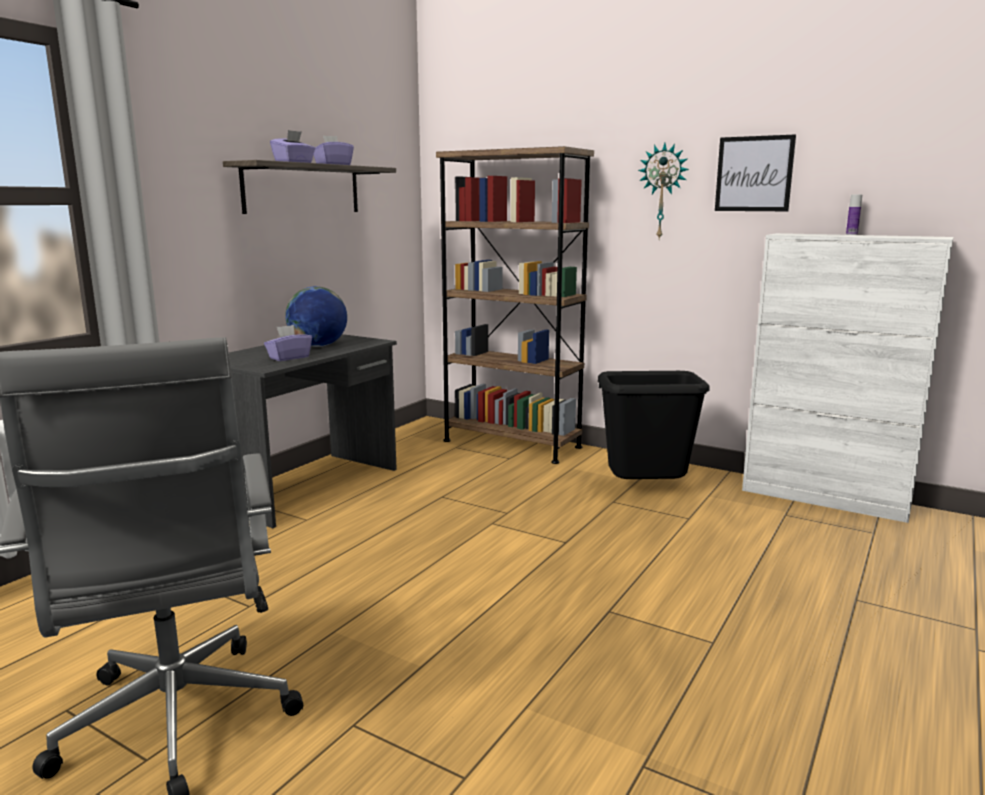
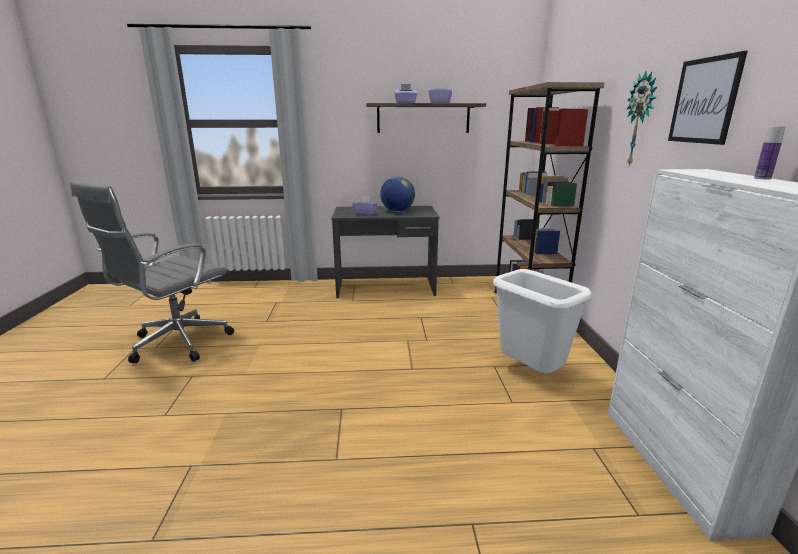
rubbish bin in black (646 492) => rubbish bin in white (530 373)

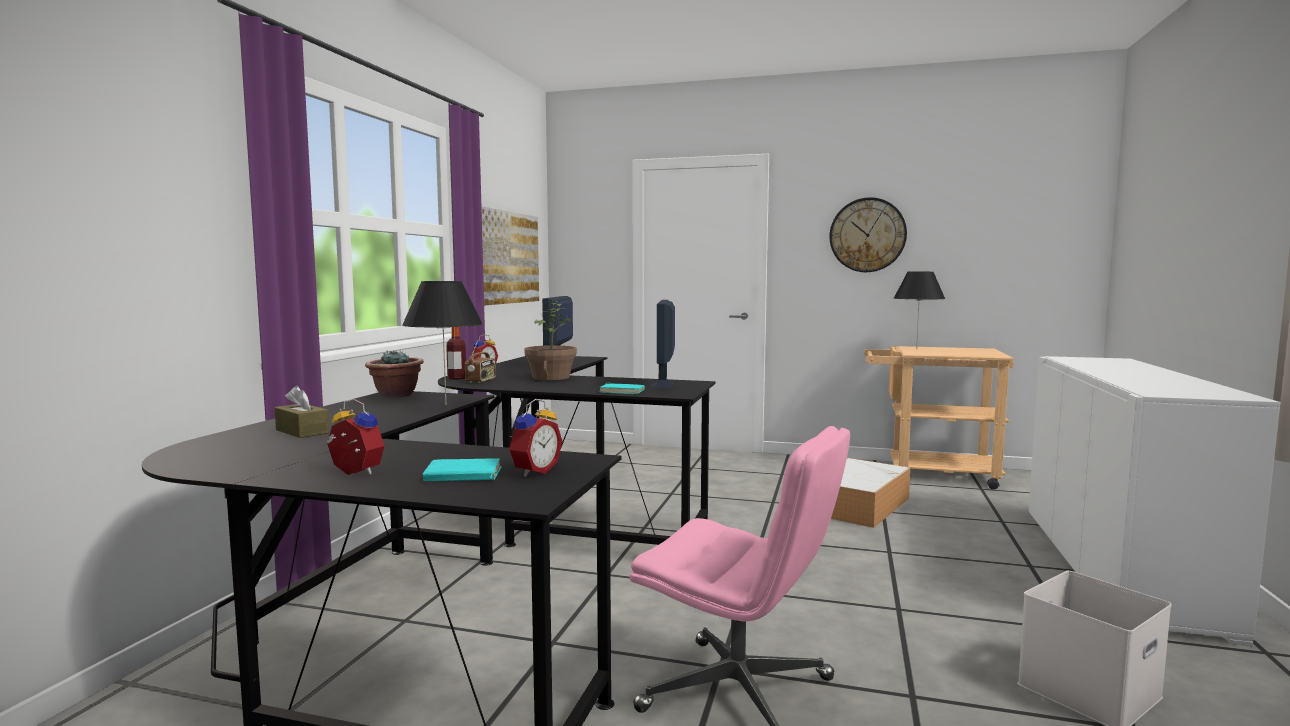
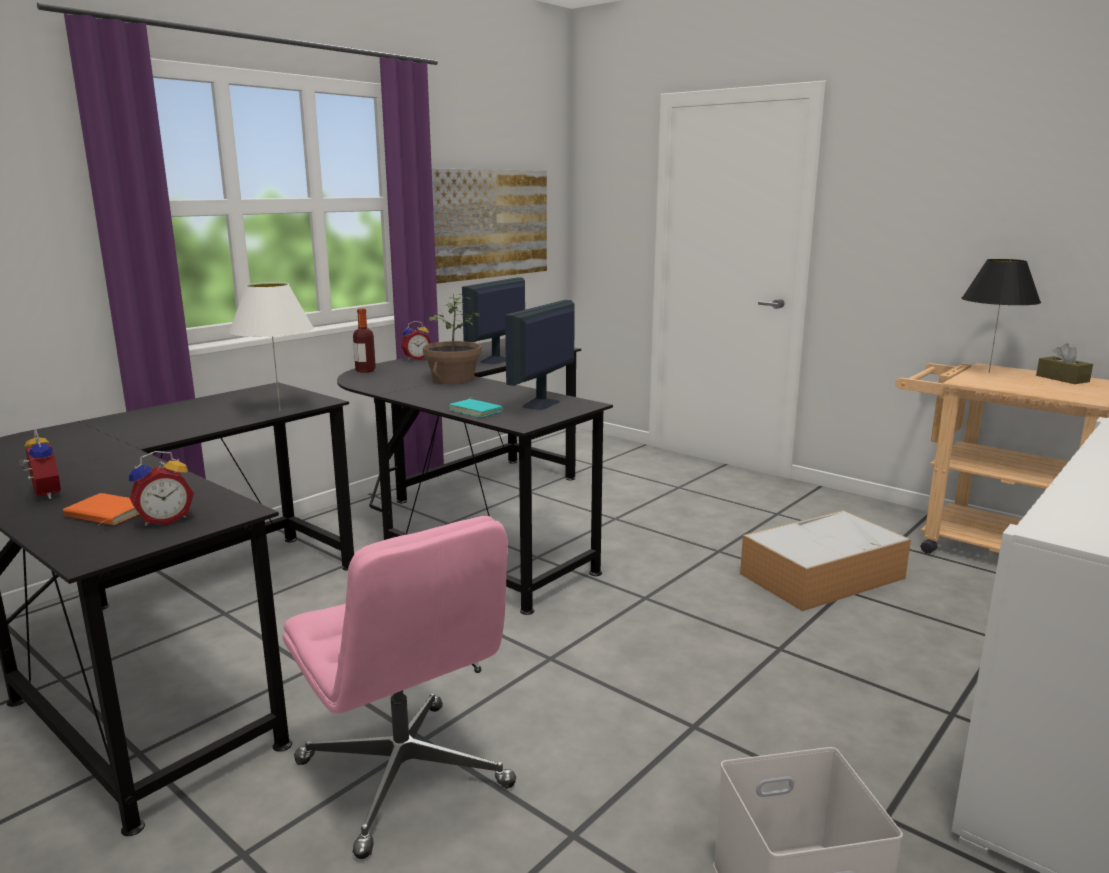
volume in turquoise-coloured (462 476) => volume in orange (105 514)
lamp for a table in black (446 404) => lamp for a table in white (280 411)
tissue box in brown-coloured (302 431) => tissue box in brown-coloured (1062 378), moved
potted plant (396 395) => nothing
radio (481 381) => nothing
clock on the wall (867 235) => nothing

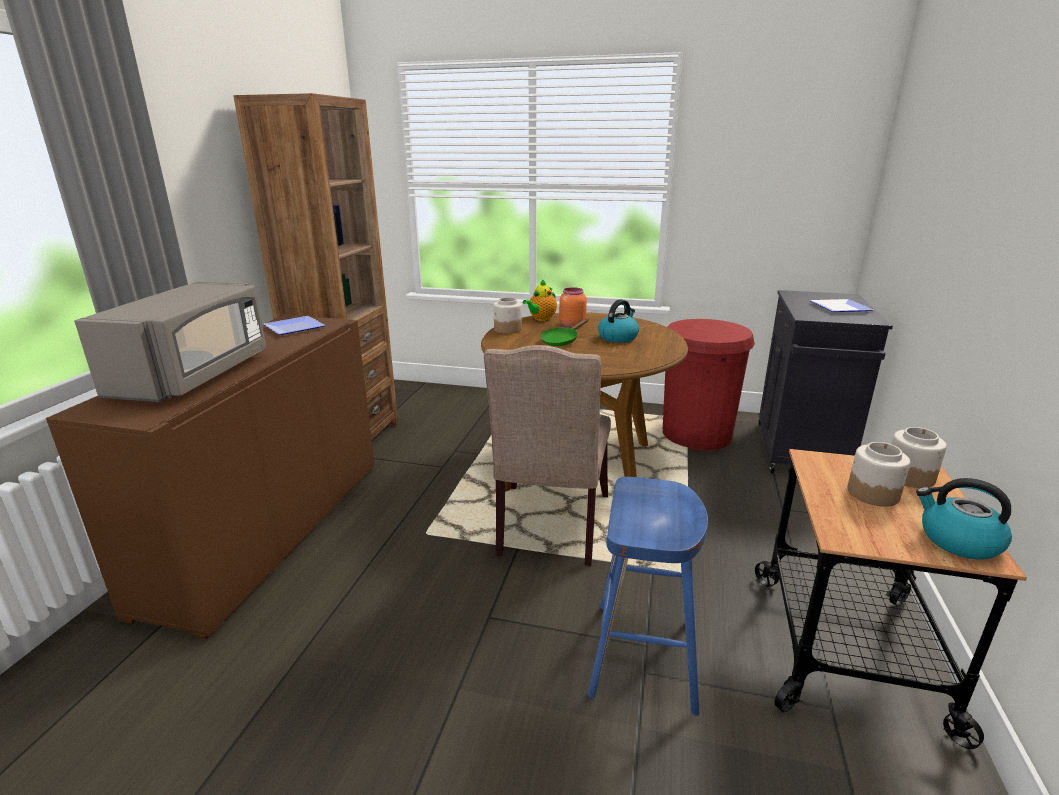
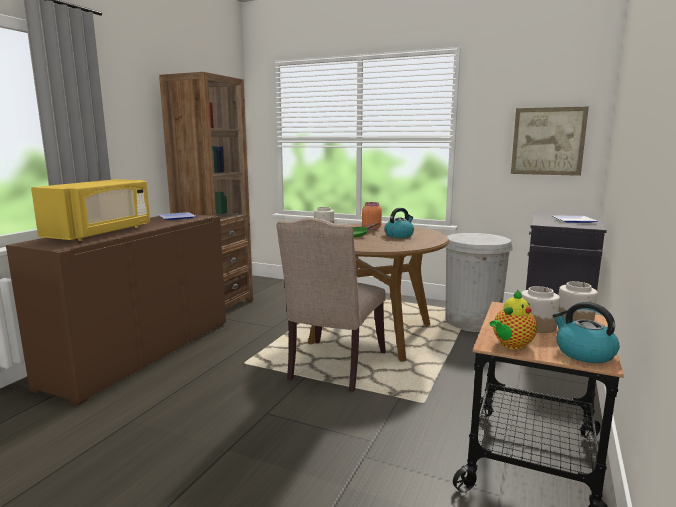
kitchen microwave in greyish (195 375) => kitchen microwave in yellowish (101 233)
rubbish bin in reddish (696 434) => rubbish bin in white (472 321)
teapot (541 319) => teapot (511 345), moved
nothing => picture (548 141)
stool in bluish (644 654) => nothing

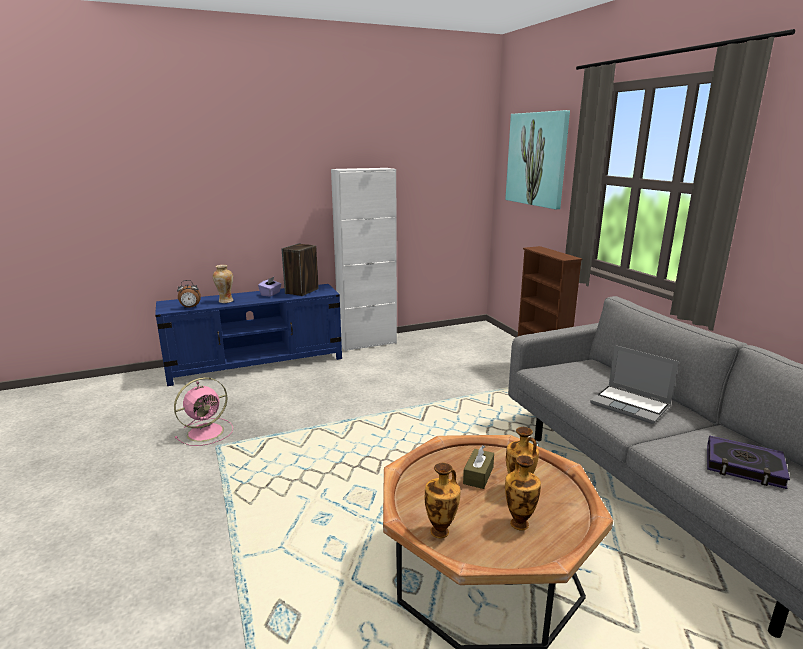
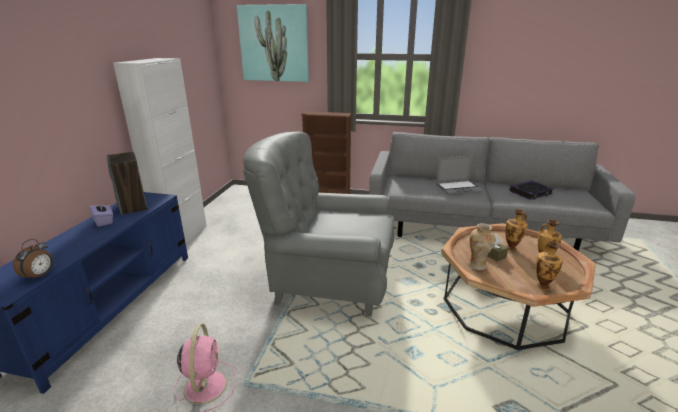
nothing => easy chair in greyish (325 282)
vase (225 301) => vase (477 266), moved

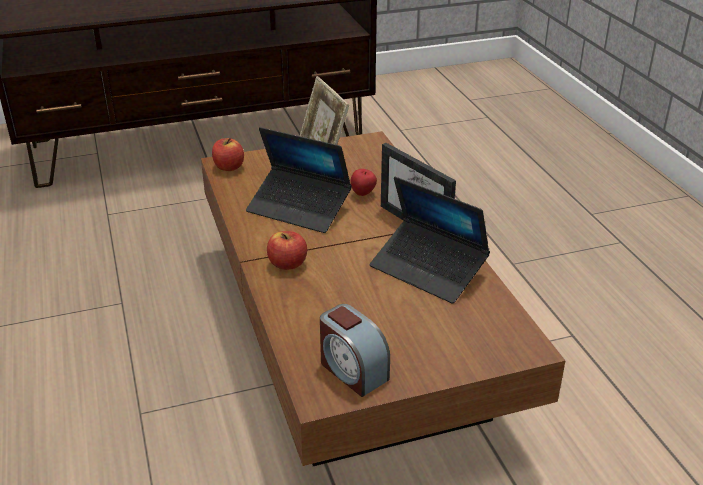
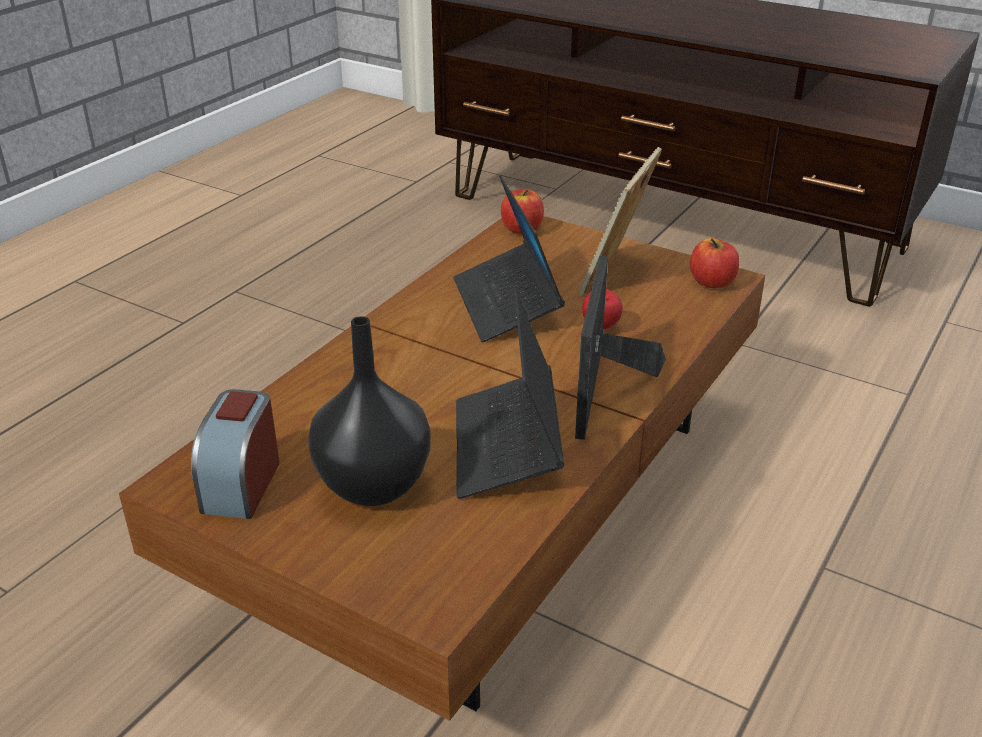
nothing => vase in black (371 486)
whole apple (287 264) => whole apple (712 282), moved

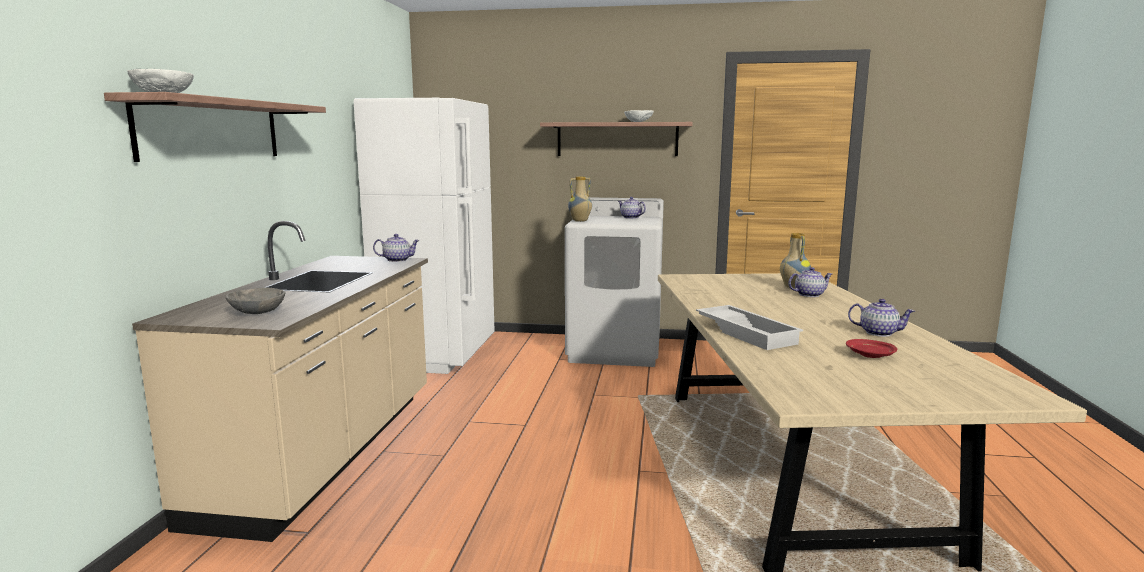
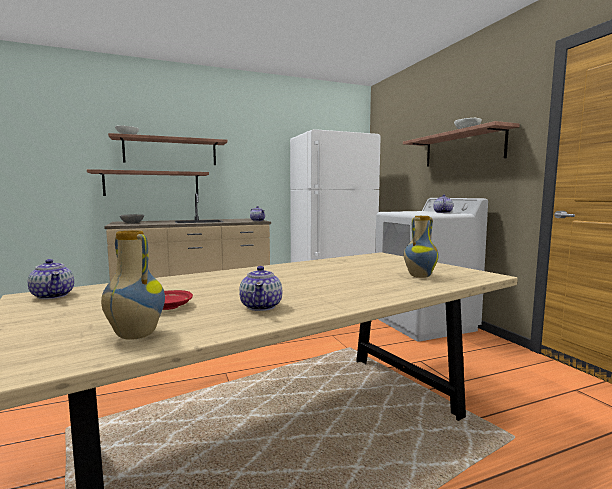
teapot (809 295) => teapot (53 295), moved
nothing => wall shelf (152 184)
vase (580 221) => vase (134 335), moved
carrying tray in white (747 333) => nothing

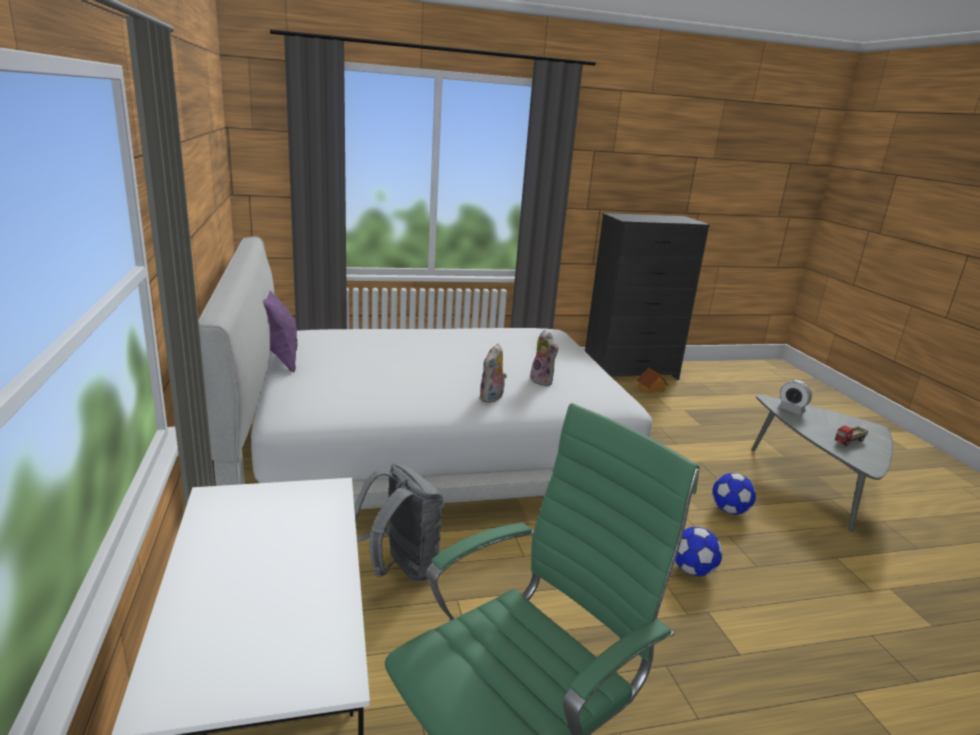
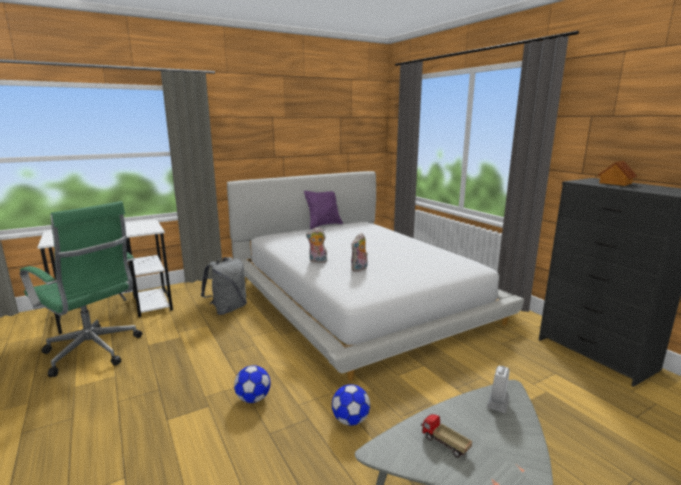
toy house (651 388) => toy house (615 183), moved

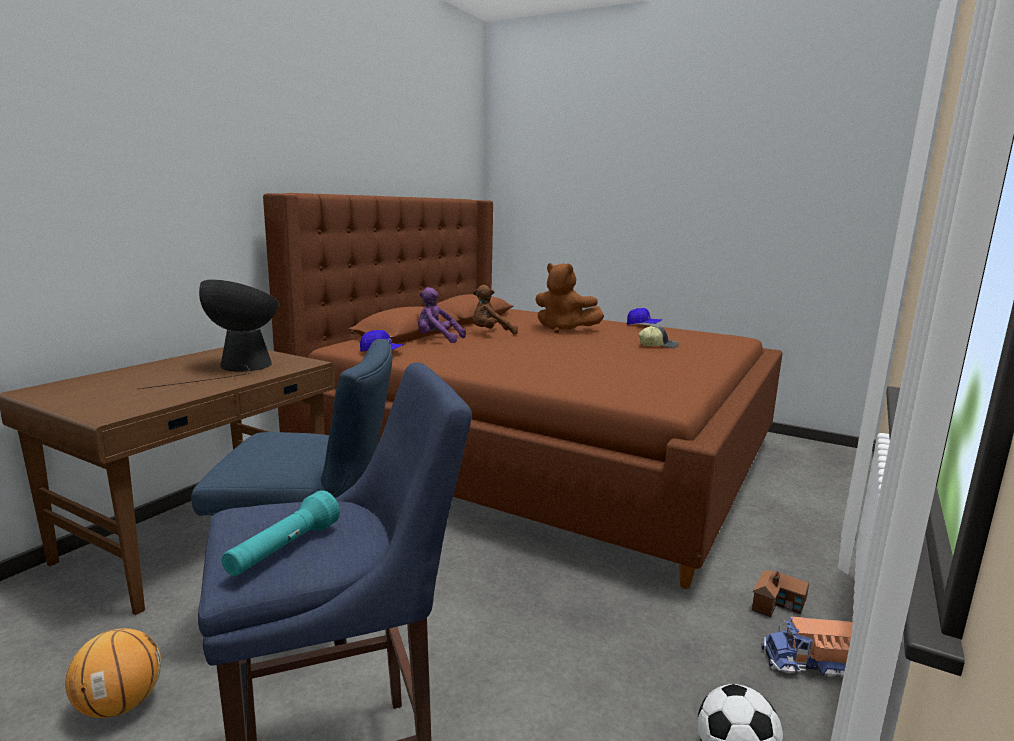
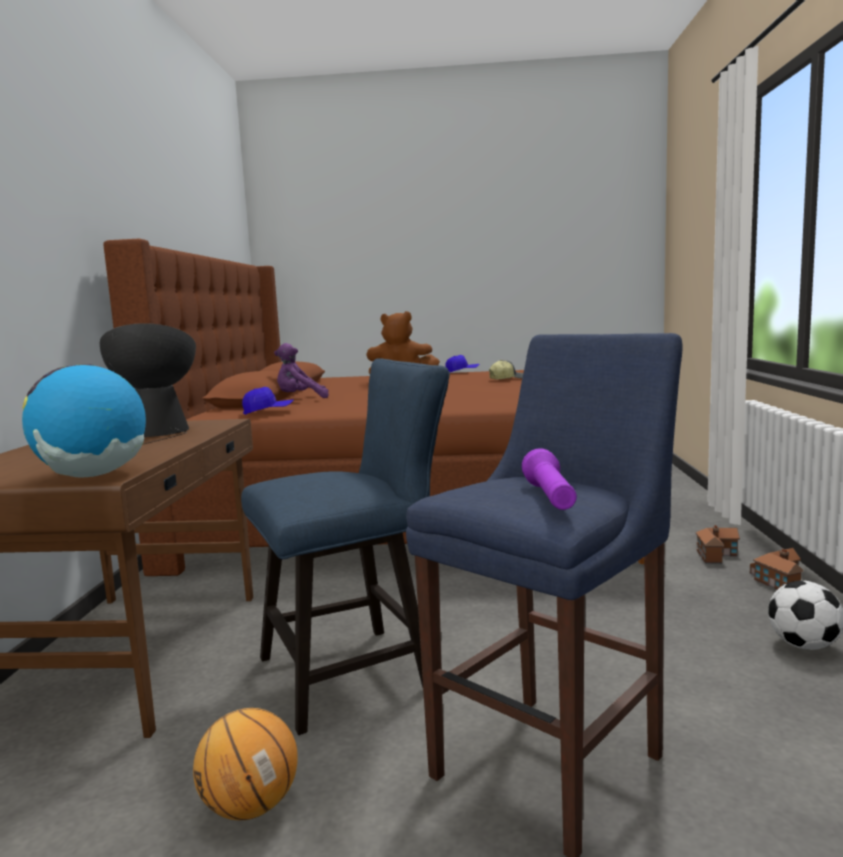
nothing => globe (93 475)
hand torch in turquoise-coloured (284 550) => hand torch in purple (550 498)
toy lorry (810 664) => toy house (778 580)
soft toy in brown-coloured (491 333) => nothing

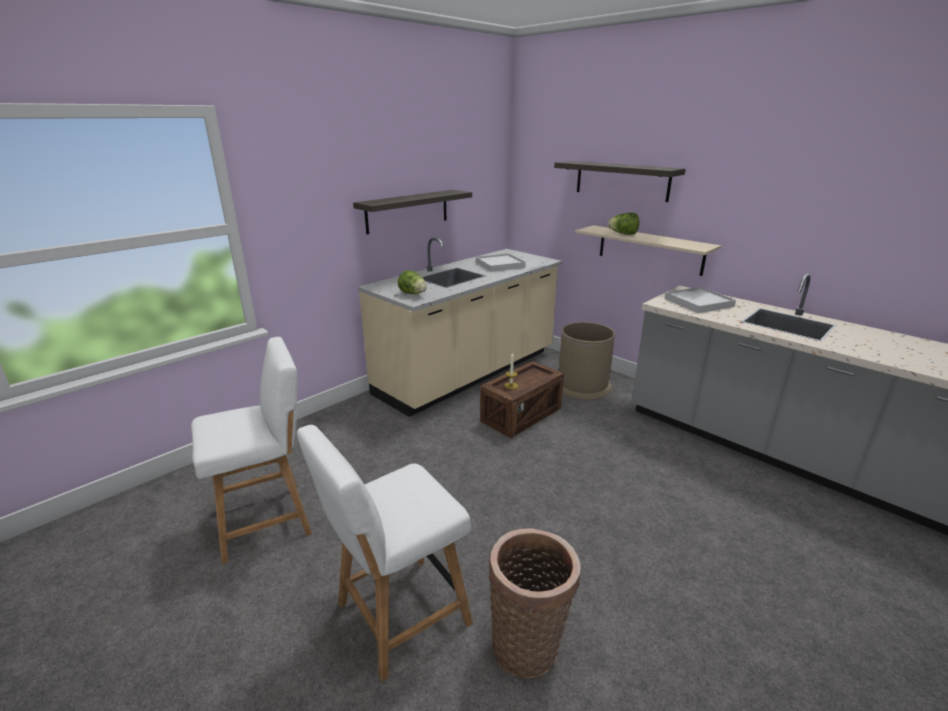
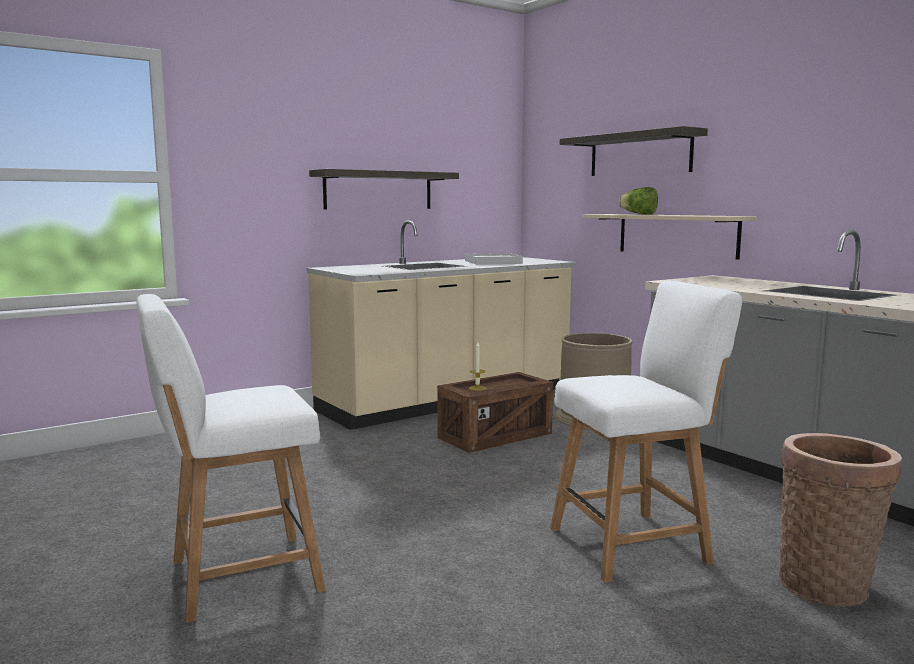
upright chair in white (269 519) => upright chair in white (635 544), moved
household basket (528 644) => household basket (827 584), moved
head of lettuce (413 294) => nothing
carrying tray in white (698 302) => nothing

